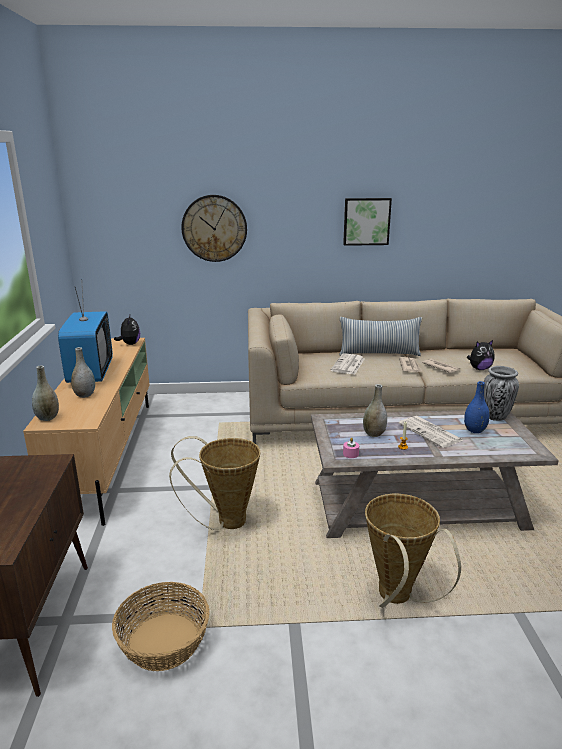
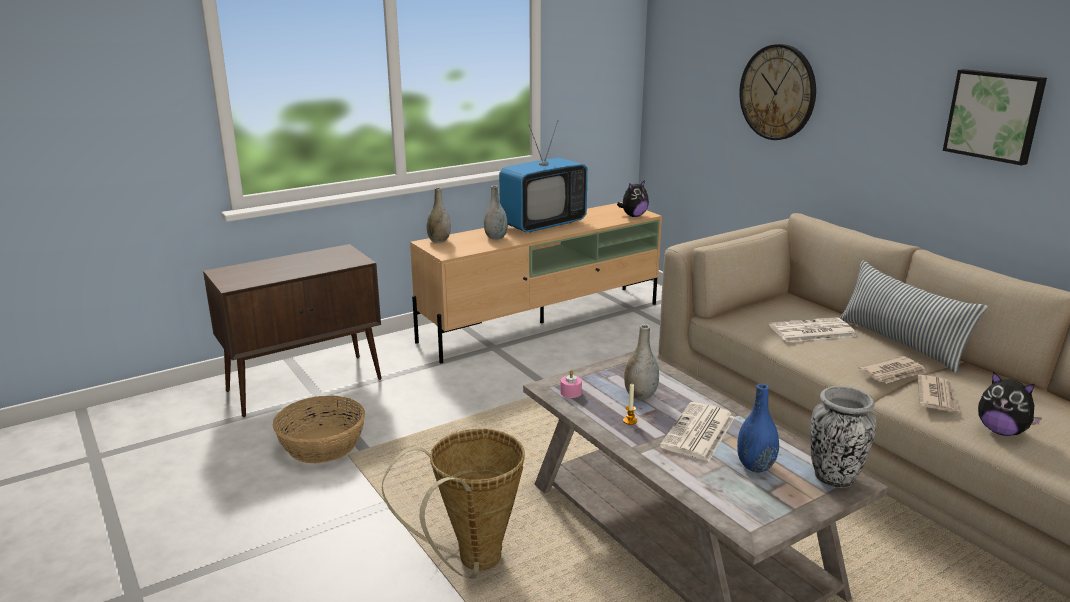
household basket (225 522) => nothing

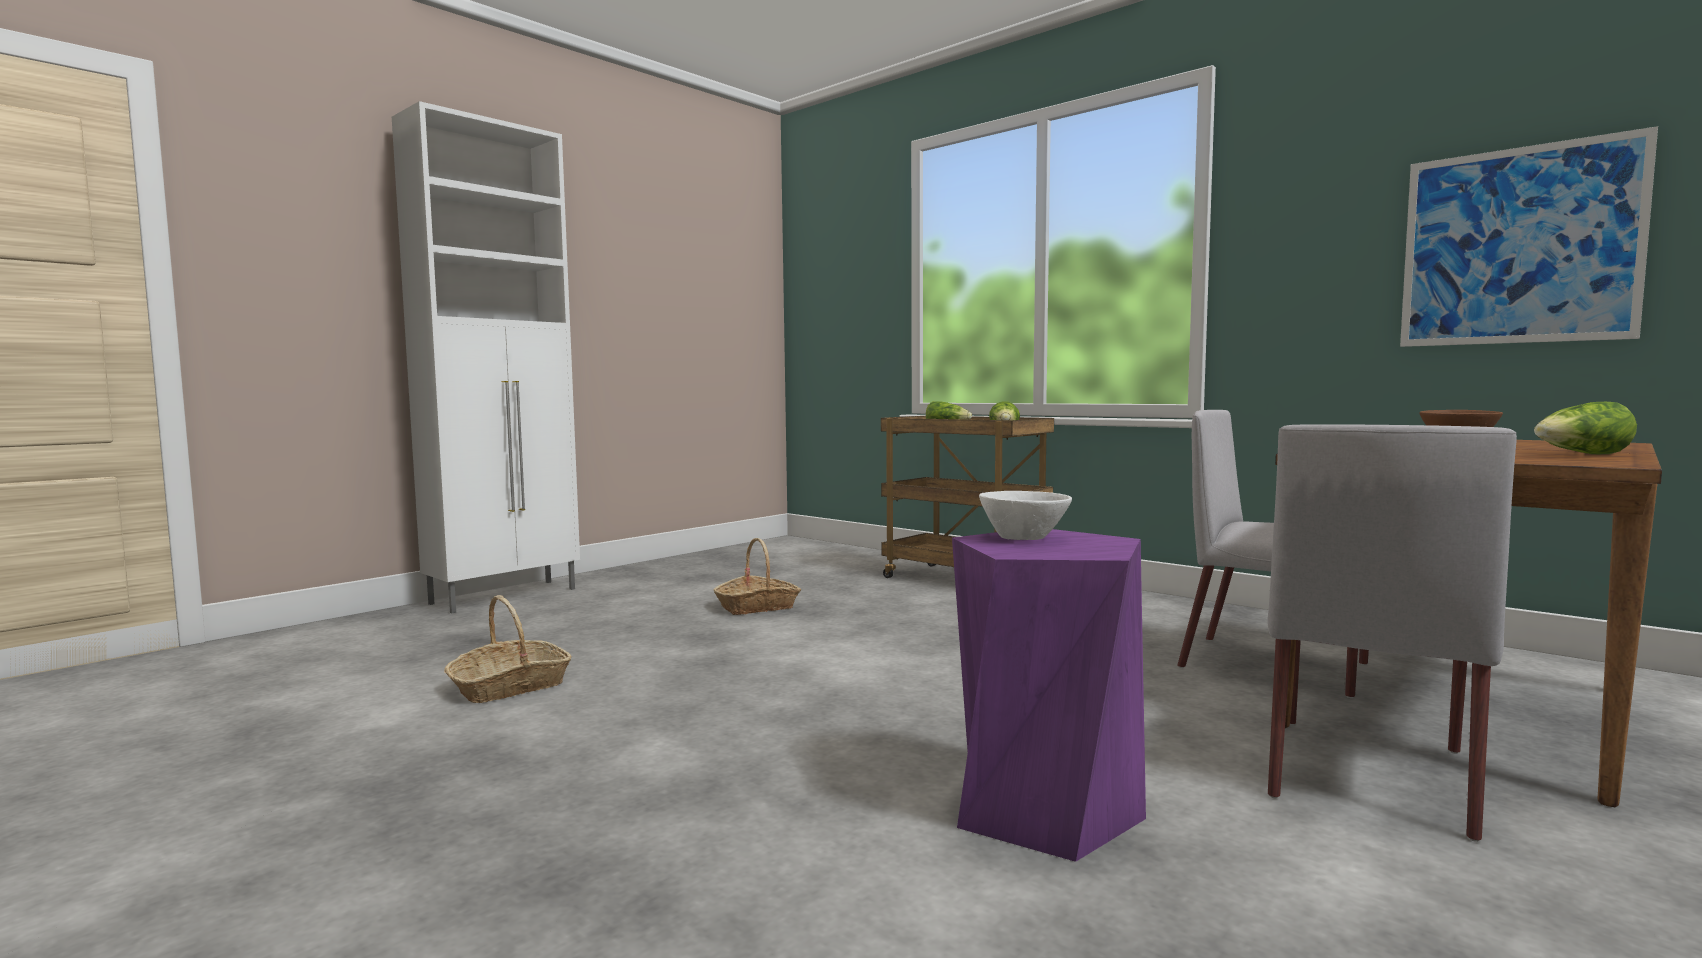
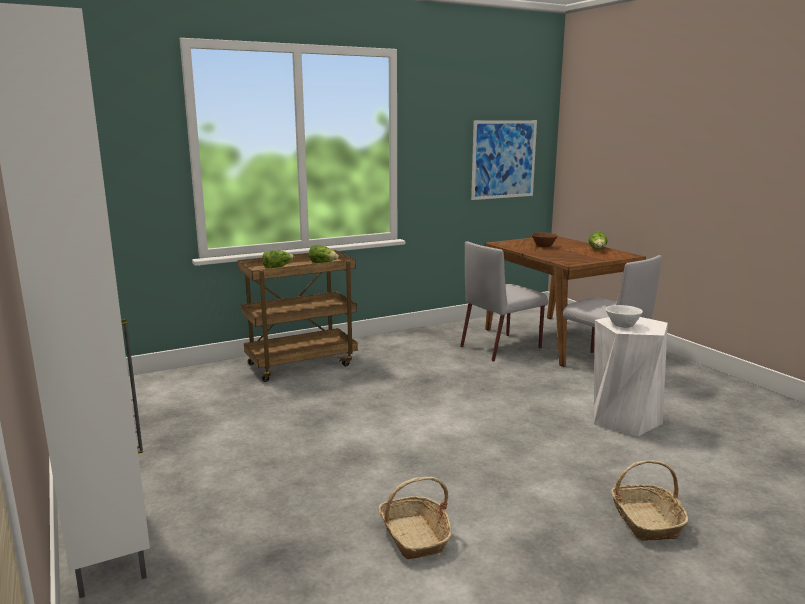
stool in purple (1043 808) => stool in white (624 419)
household basket (757 607) => household basket (645 521), moved

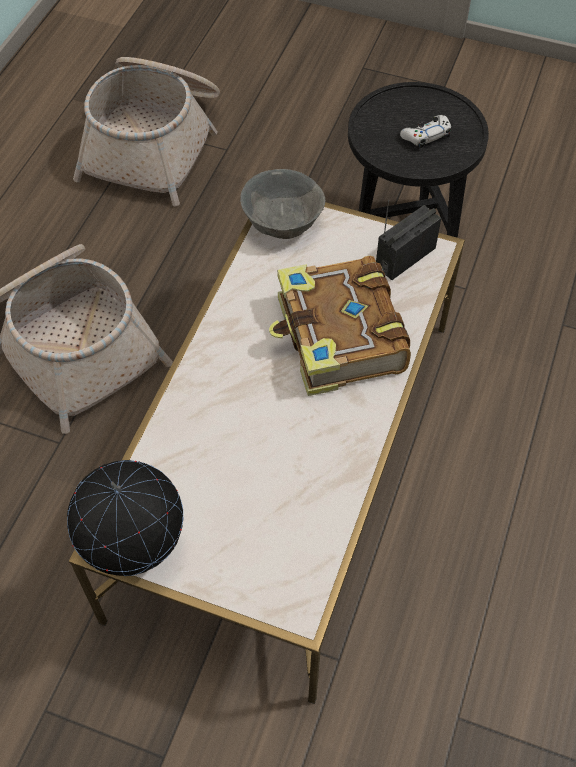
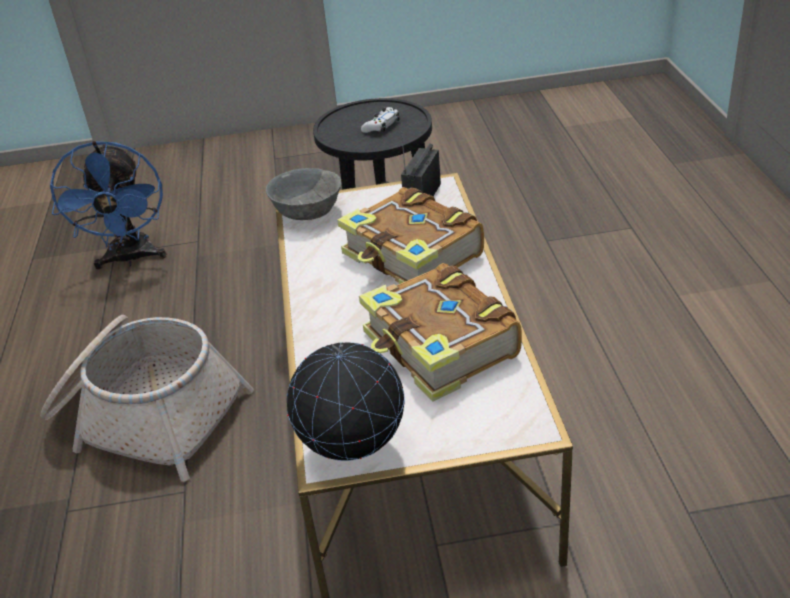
household basket (155 143) => electric fan in bluish (131 259)
nothing => volume (440 348)

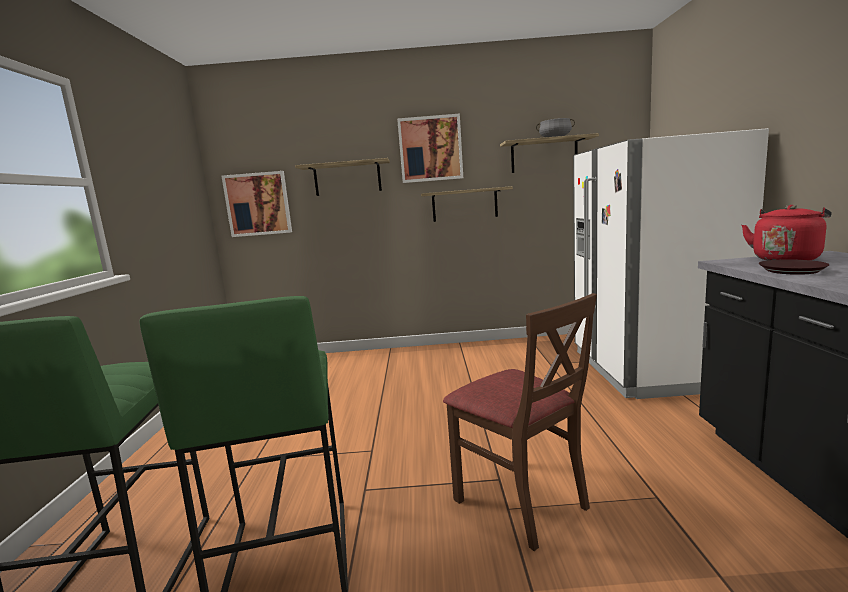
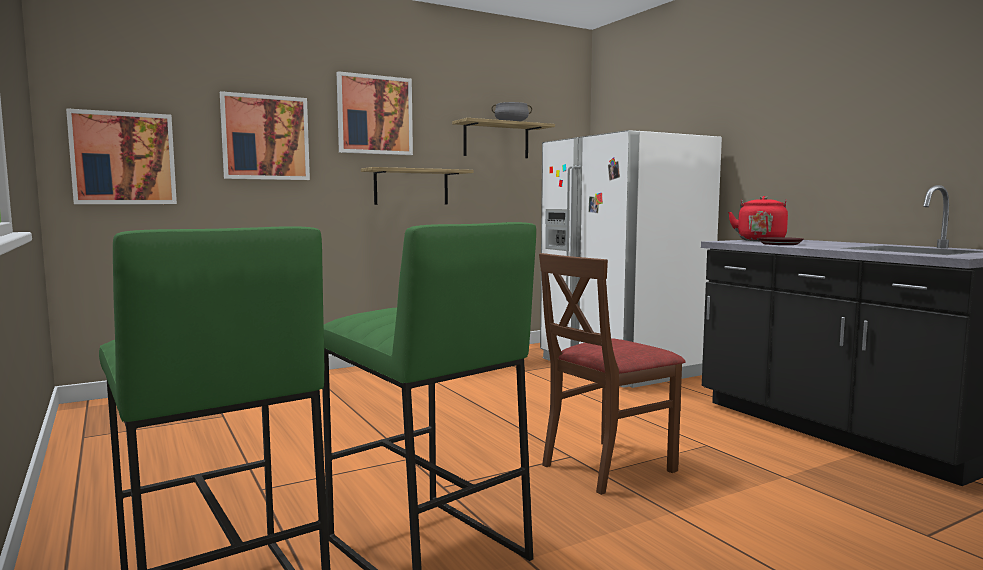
wall shelf (347 178) => picture (265 137)
upright chair in brown-coloured (521 501) => upright chair in brown-coloured (606 466), 120 degrees clockwise

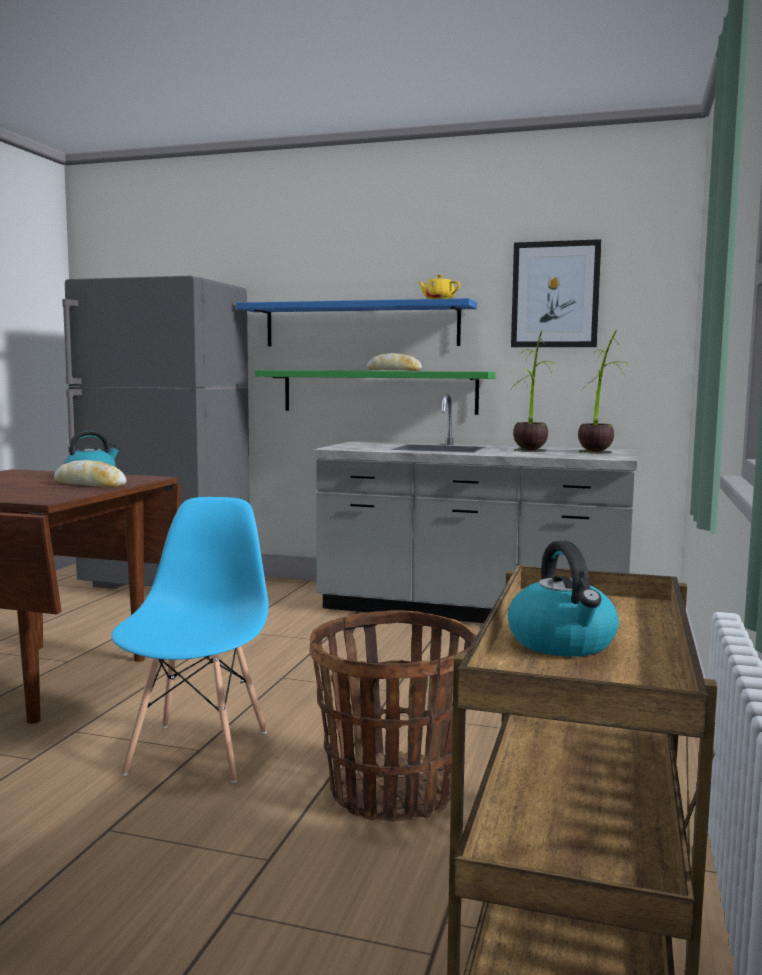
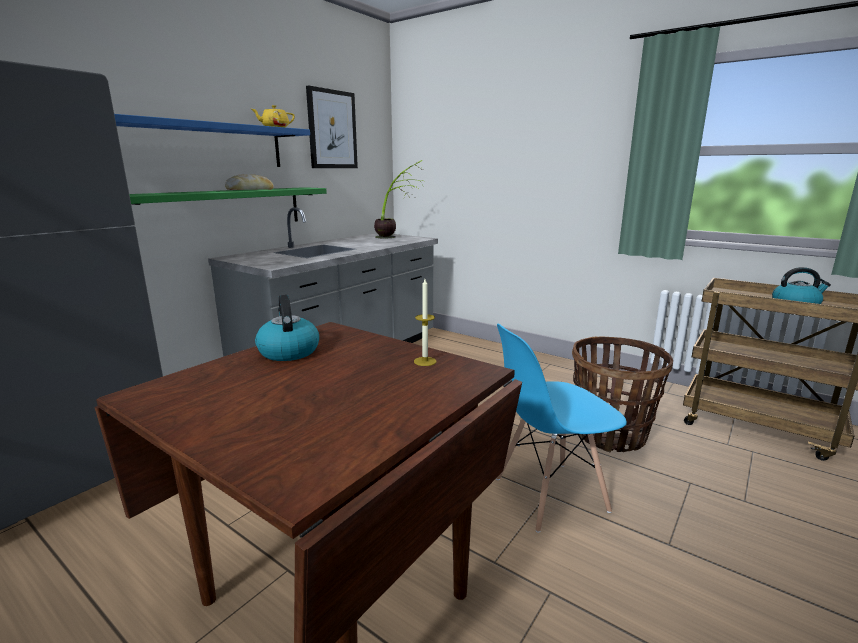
nothing => candle (425 361)
upright chair in bluish (199 751) => upright chair in bluish (549 495), 45 degrees counterclockwise
bread (90 484) => nothing
potted plant (531 452) => nothing

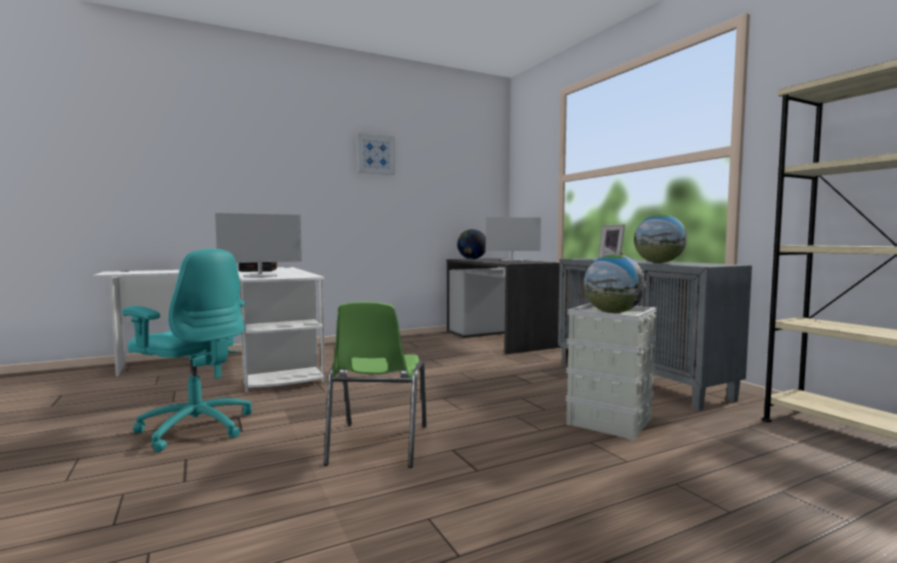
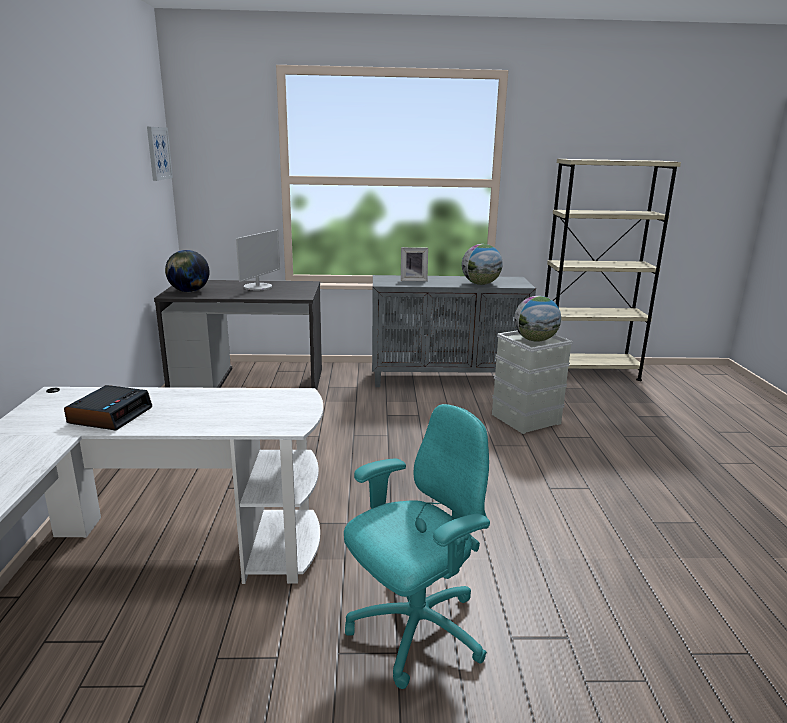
picture (375 154) => picture (158 153), moved
monitor (260 276) => nothing
upright chair in green (377 445) => nothing

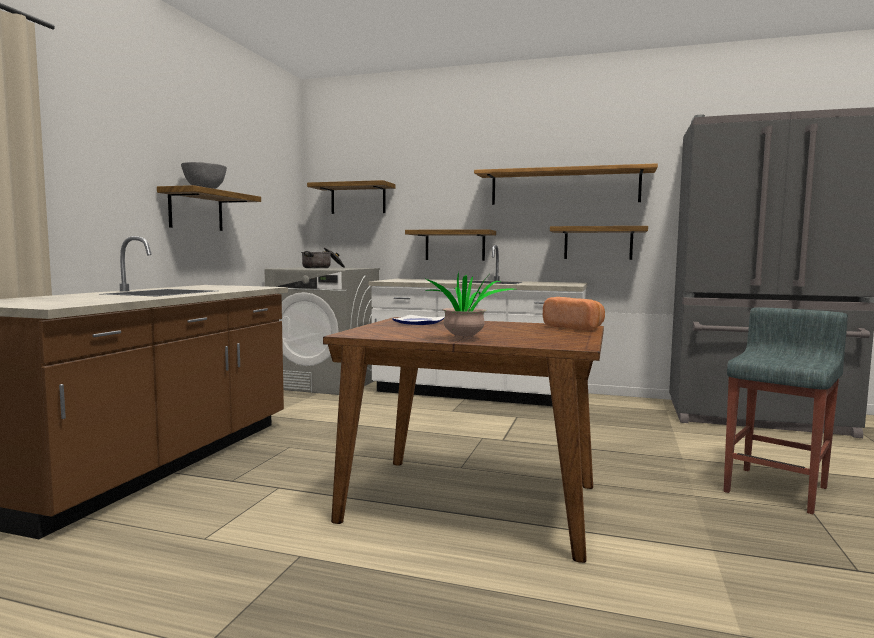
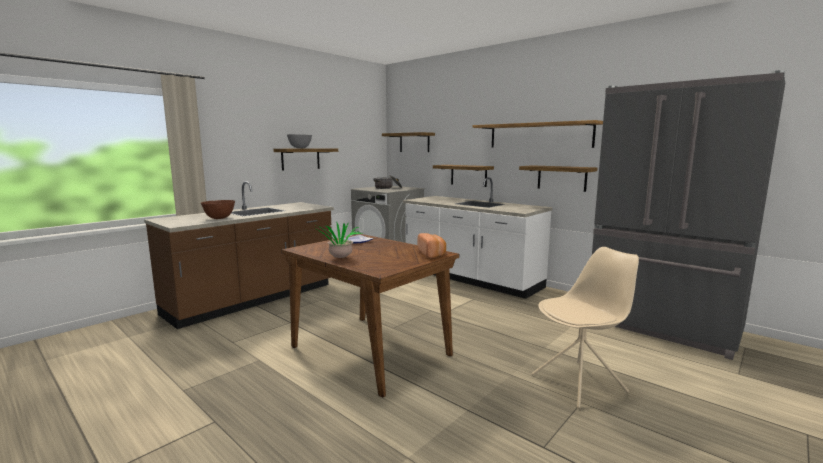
nothing => deep dish in brown-coloured (219 218)
stool in greyish (776 489) => upright chair in beige (580 383)

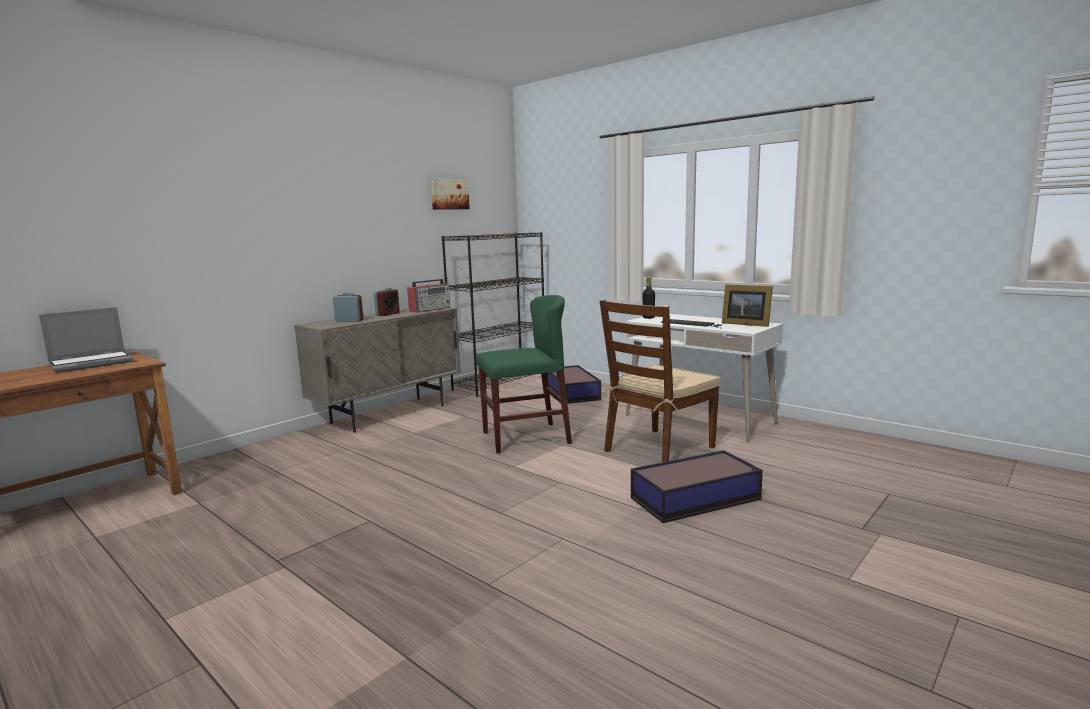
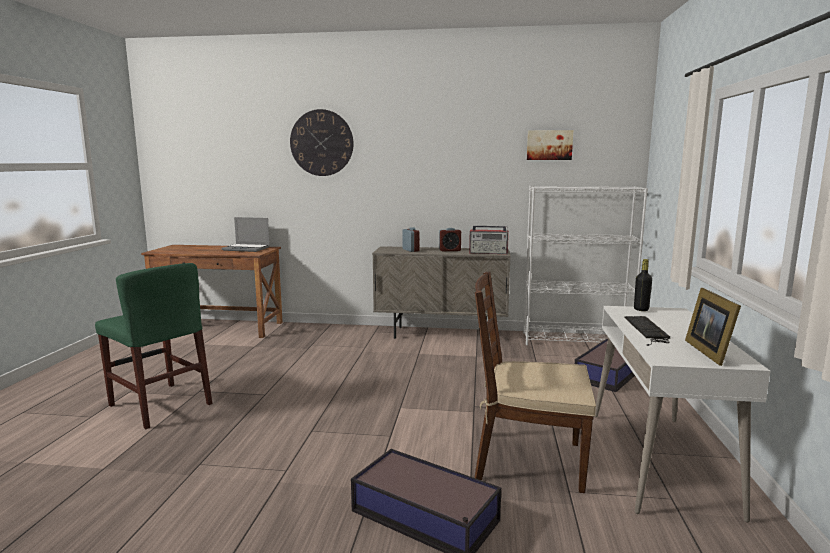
upright chair in green (525 437) => upright chair in green (160 405), moved
nothing => clock on the wall (321 143)
shelving unit in black (501 382) => shelving unit in white (576 340)

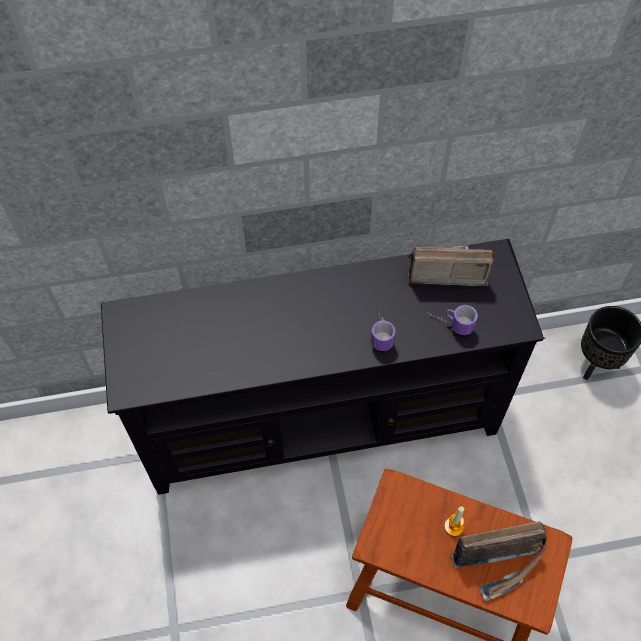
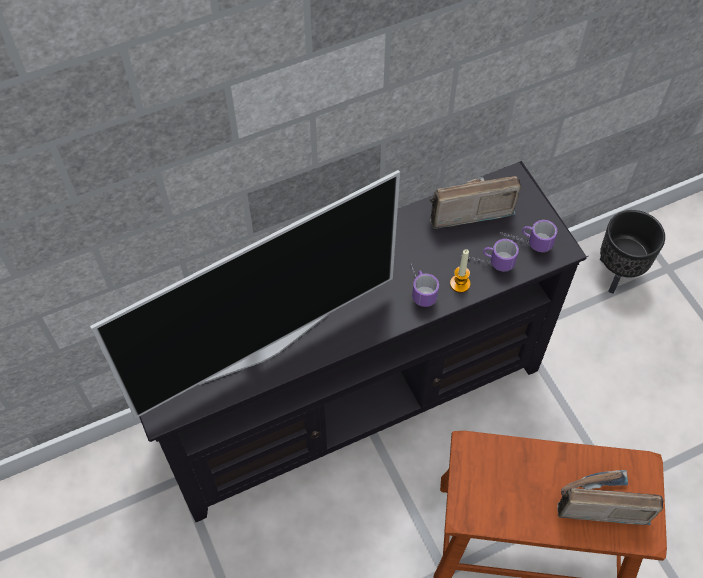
nothing => TV set (263 347)
candle (453 527) => candle (460 284), moved
nothing => mug (525 242)
radio (500 565) => radio (598 501), 150 degrees counterclockwise

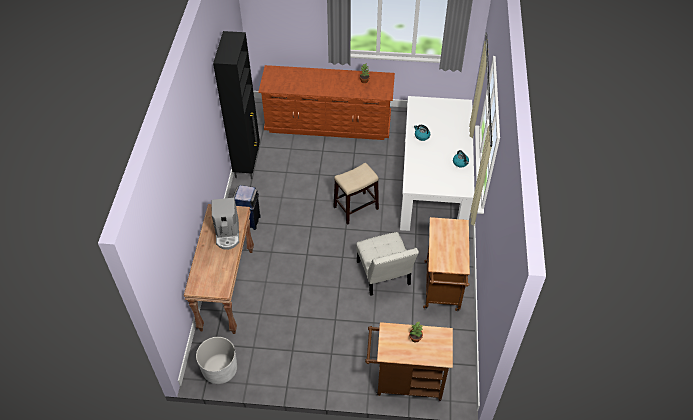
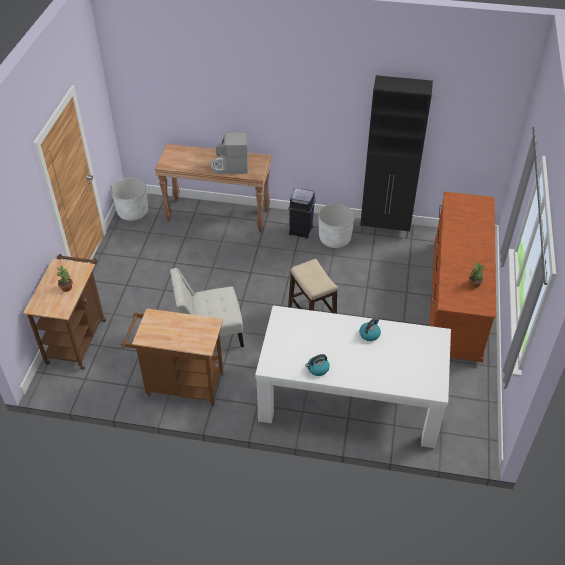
nothing => plant pot in white (335 239)

